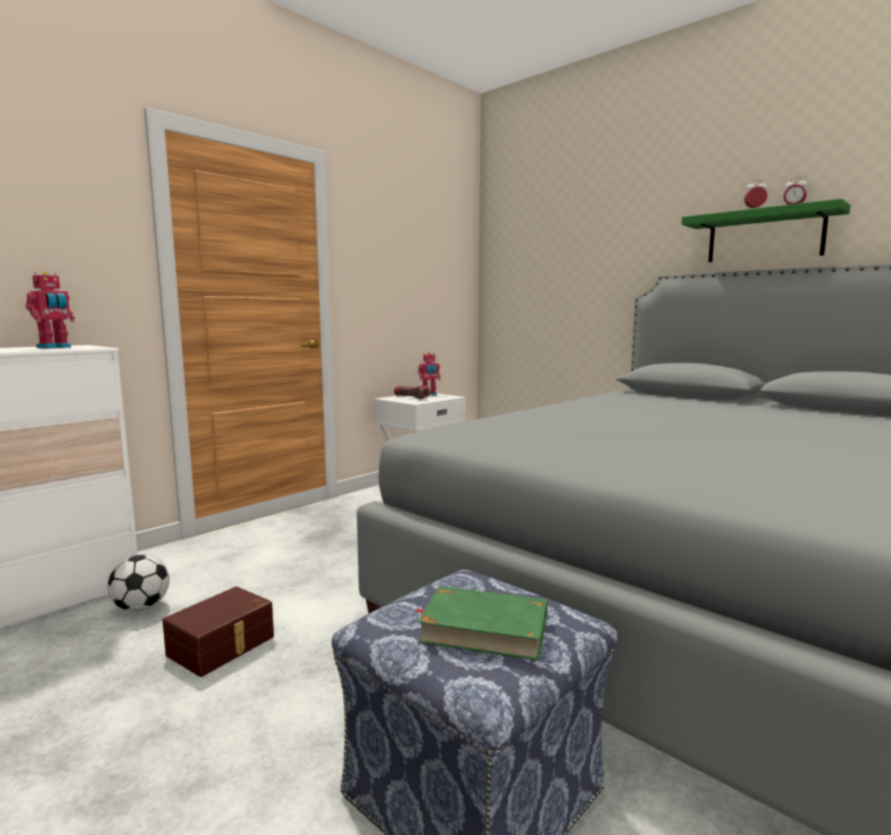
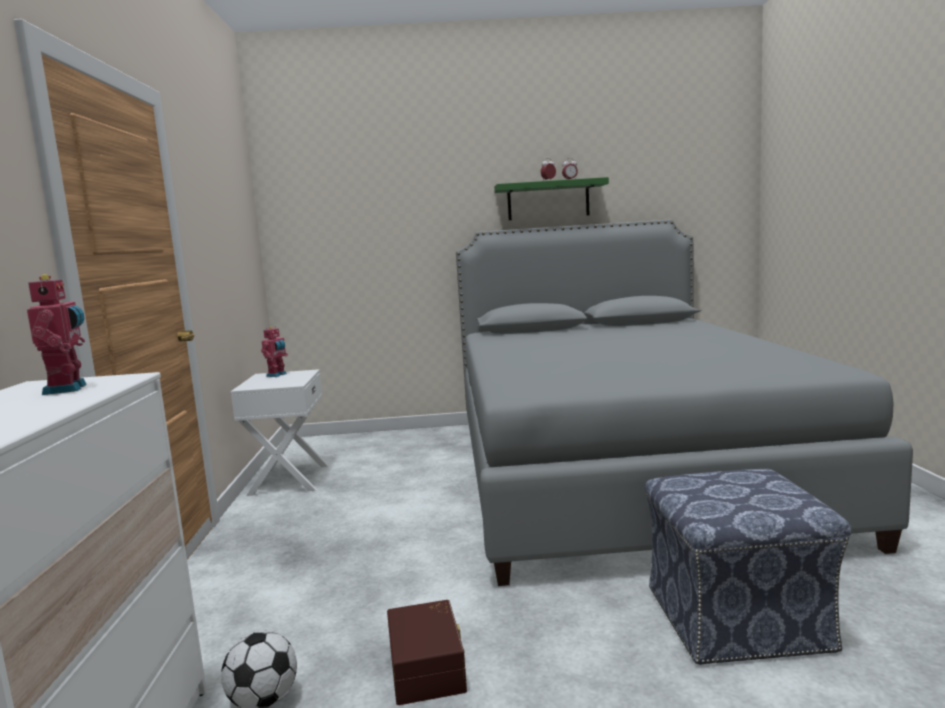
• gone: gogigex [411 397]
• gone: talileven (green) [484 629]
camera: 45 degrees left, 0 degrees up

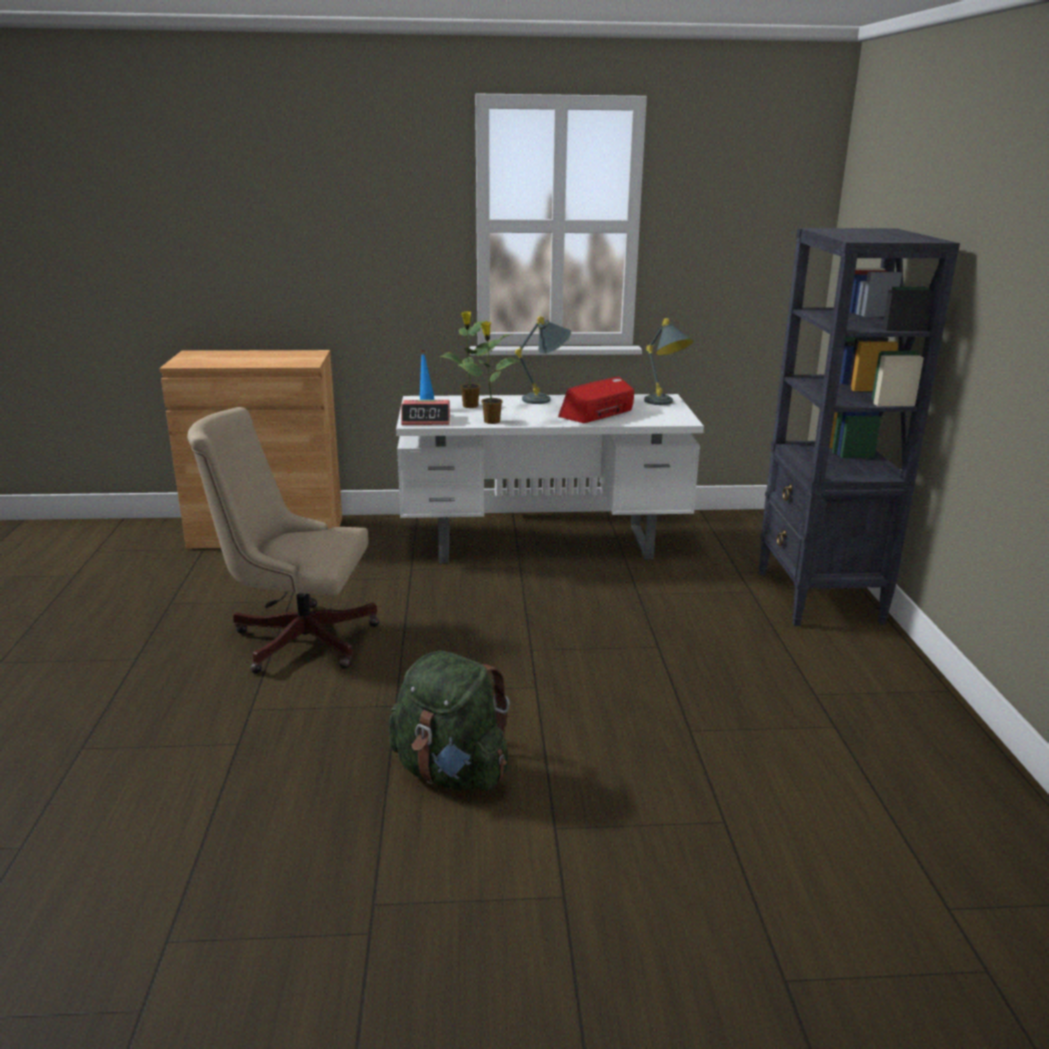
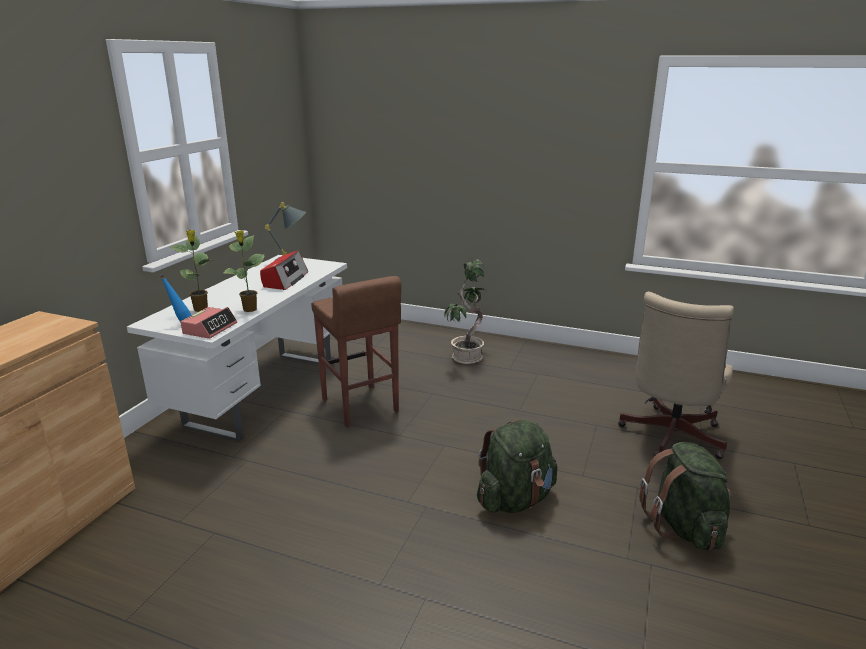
• gone: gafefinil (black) [818 598]
• gone: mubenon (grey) [546 399]
• rotated: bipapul [597 414] = [285 280] 150 degrees counterclockwise
• shifted: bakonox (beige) [296 638] to [669 438]
• new: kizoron [466 356]
• new: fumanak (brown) [359 406]
• new: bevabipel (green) [684 526]
camera: 65 degrees left, 0 degrees up

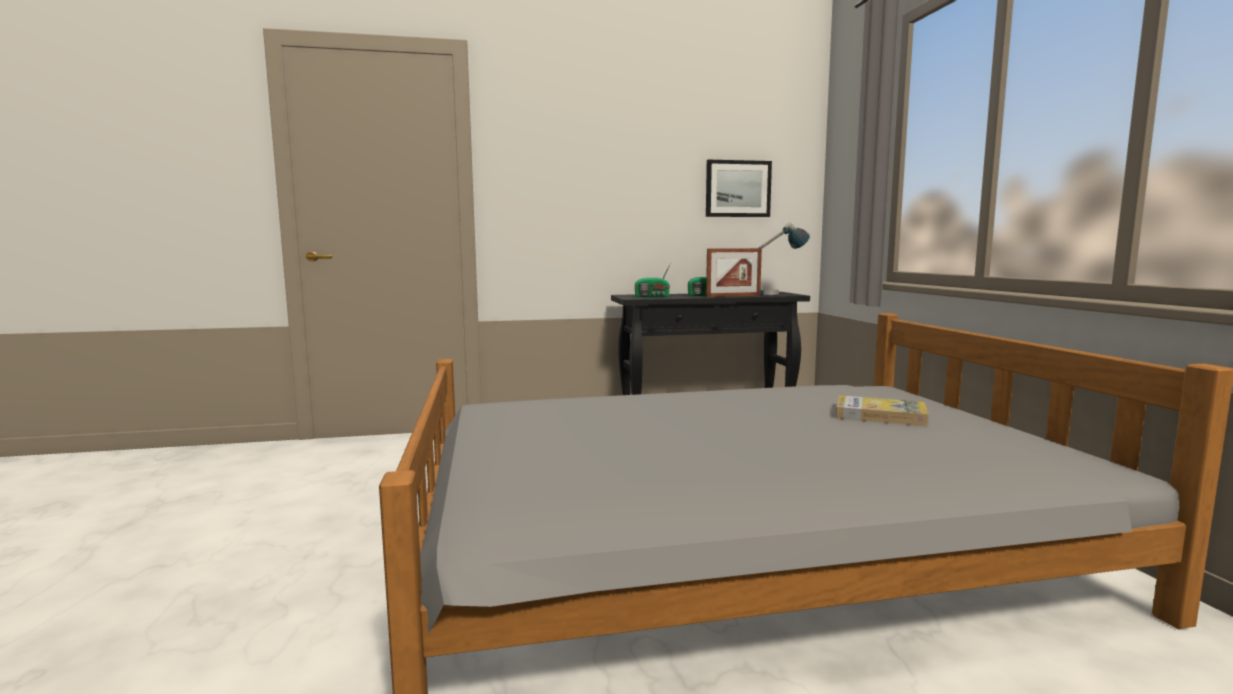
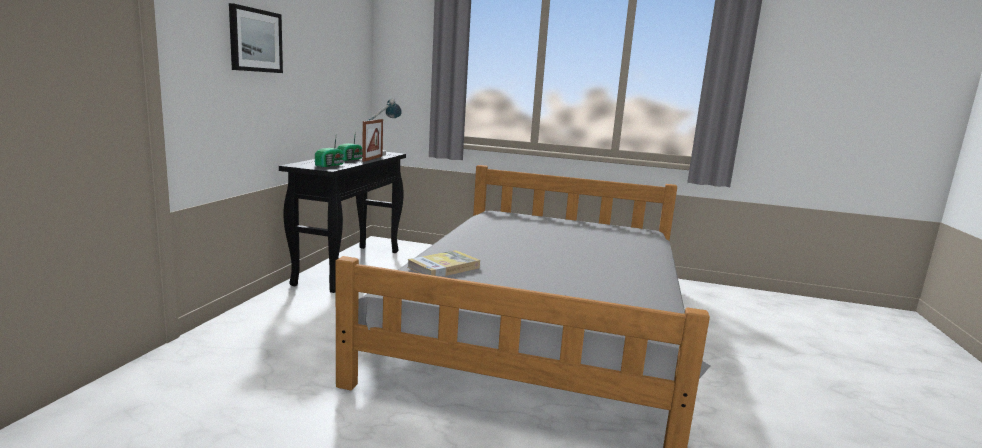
• shifted: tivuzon [737 189] to [255 40]
• shifted: talileven [880 415] to [444 267]
camera: 65 degrees left, 5 degrees up

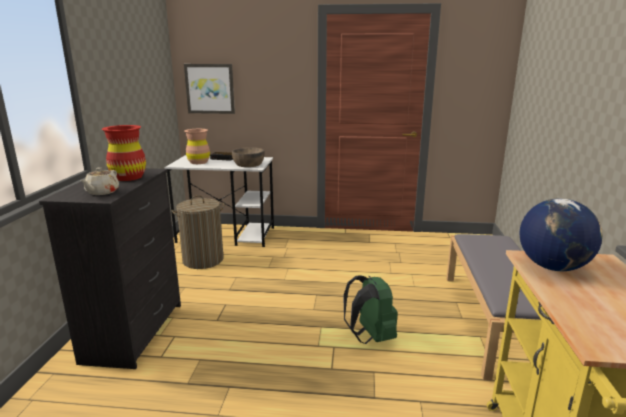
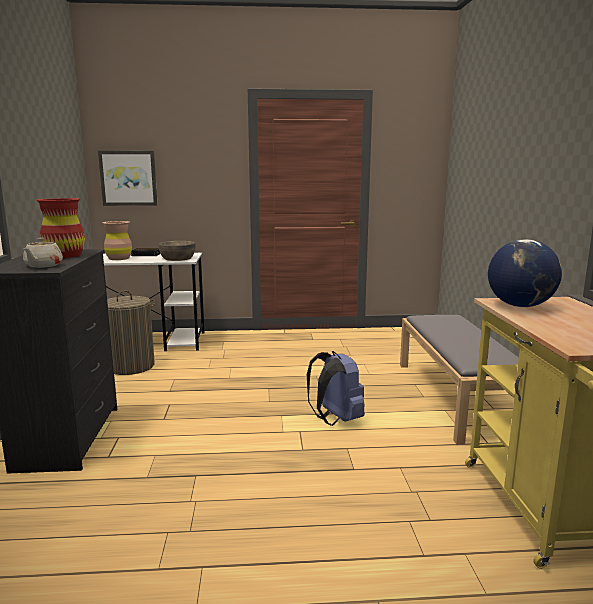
• repainted: bevabipel (green) [370 337] to bevabipel (blue) [336 419]
camera: 10 degrees left, 5 degrees down

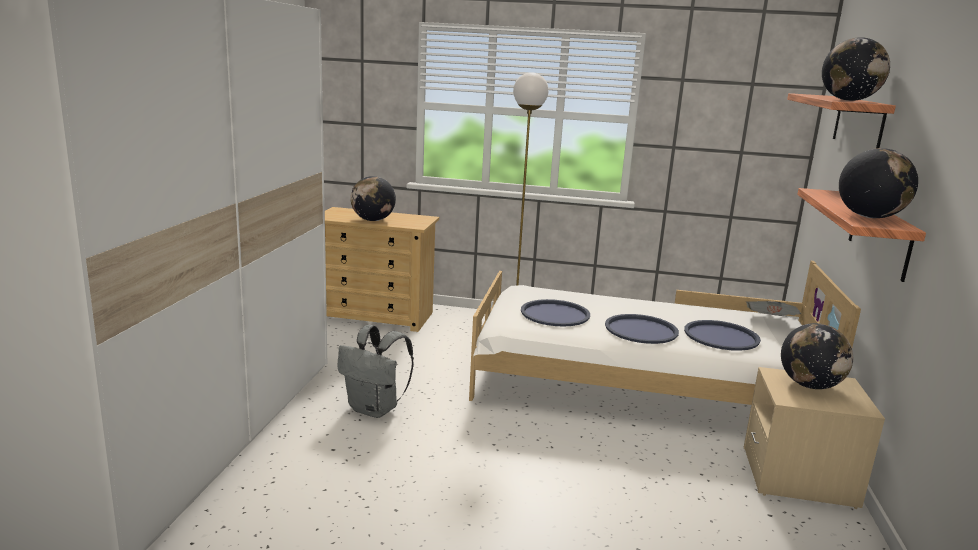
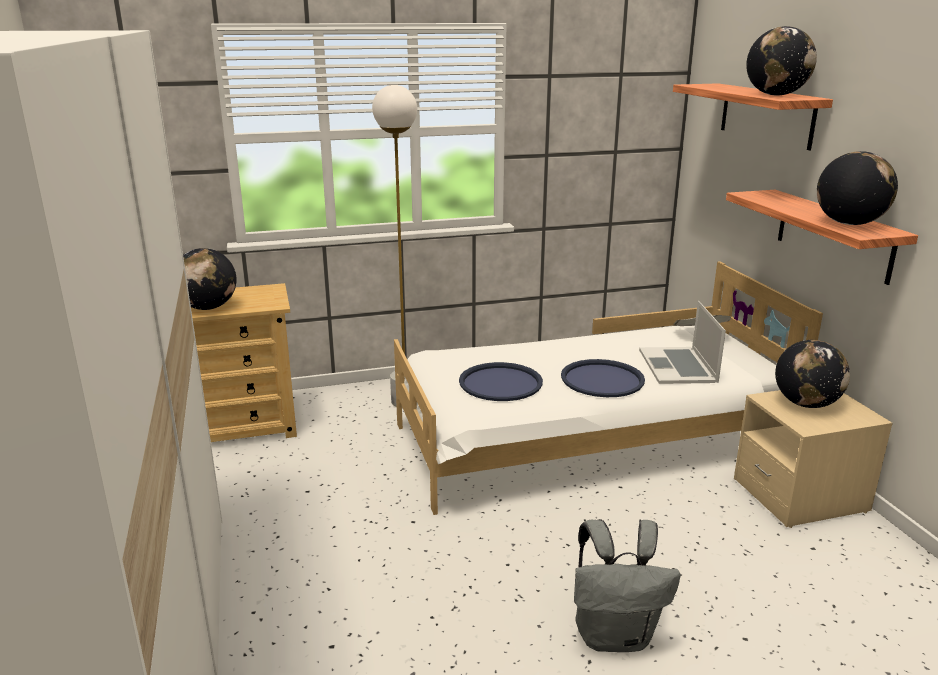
• swapped: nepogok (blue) [721 336] to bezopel [678 366]
• shifted: bevabipel (grey) [375 409] to [615 635]
camera: 25 degrees left, 5 degrees up

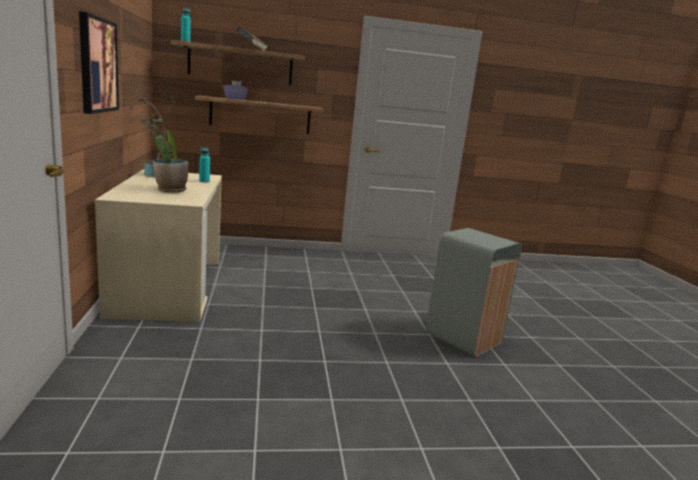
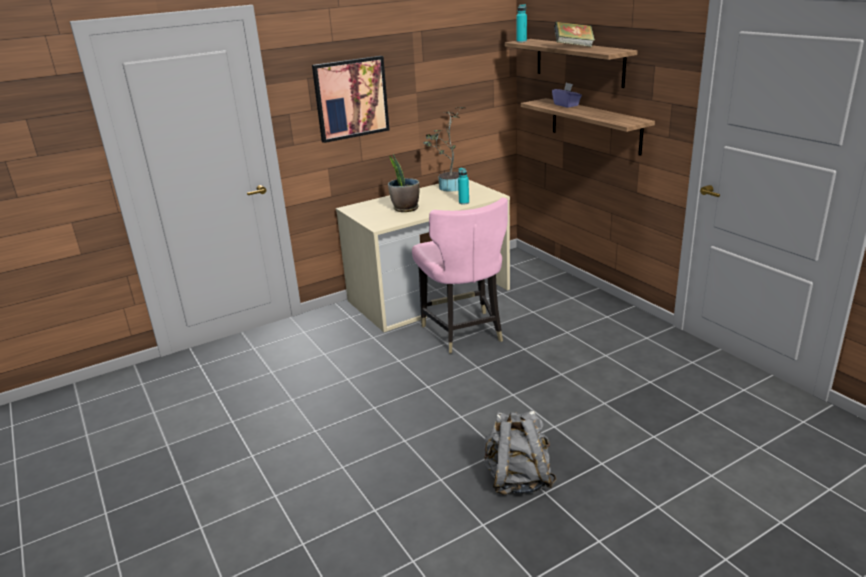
• swapped: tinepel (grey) [463 339] to bevabipel (grey) [517 479]
• new: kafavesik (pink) [463 332]
camera: 70 degrees right, 10 degrees up

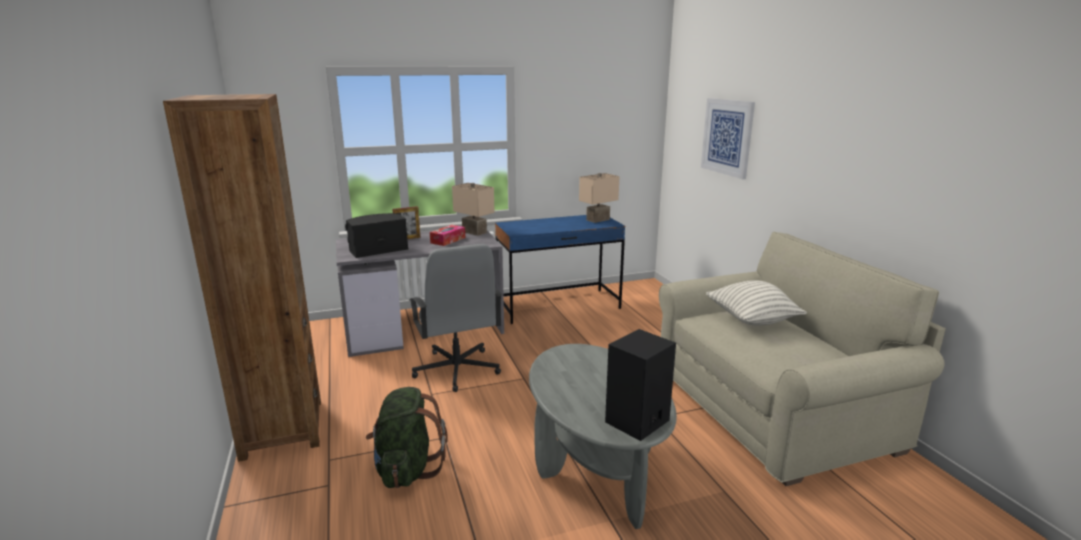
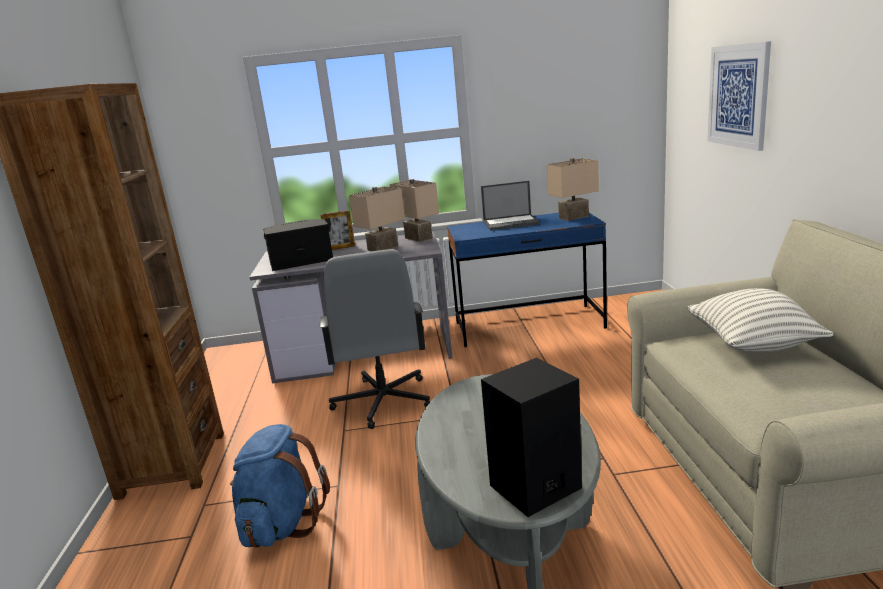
• swapped: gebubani [448 240] to mubenon (beige) [383 248]
• repainted: bevabipel (green) [407 469] to bevabipel (blue) [282 523]
• new: bezopel [511 223]
camera: 15 degrees right, 0 degrees up

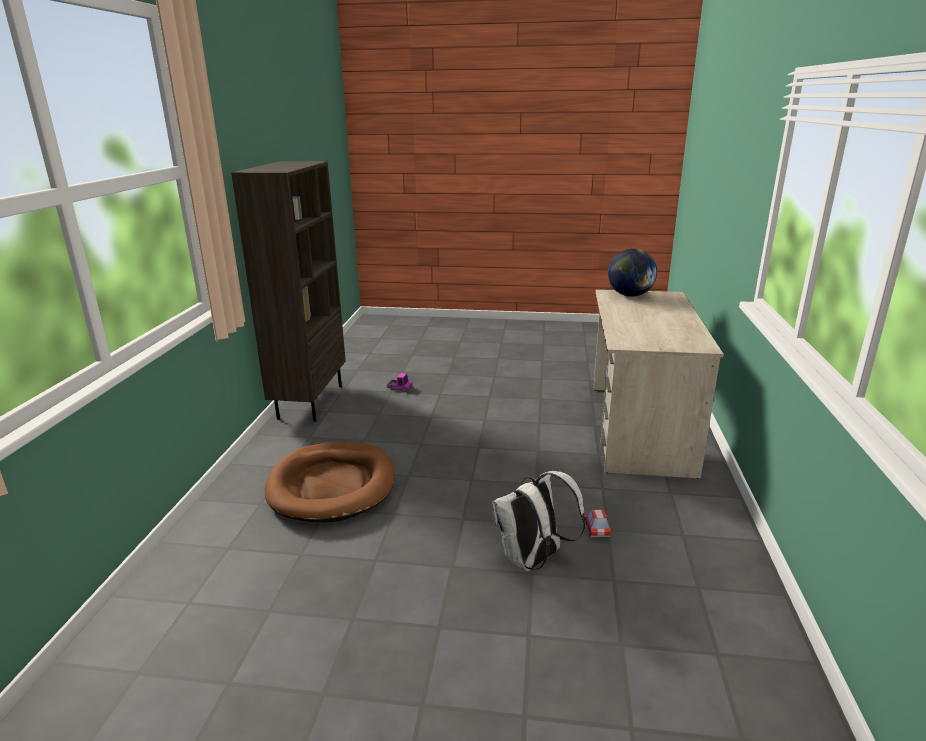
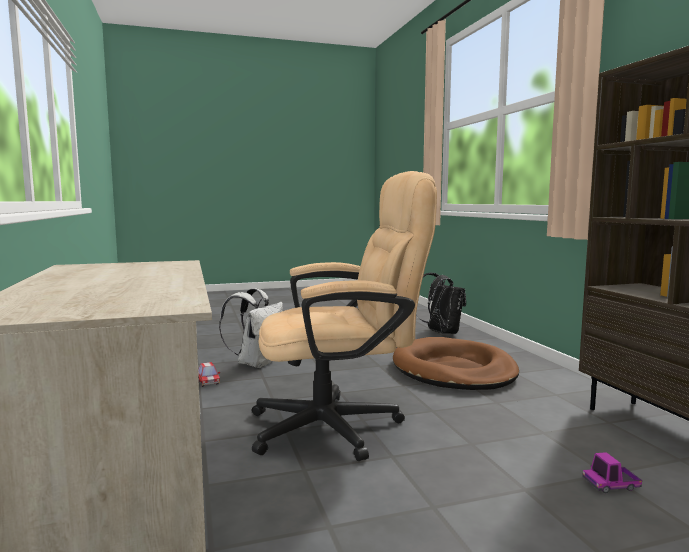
• gone: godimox [630 295]
• new: bakonox (beige) [341 426]
• new: bevabipel (black) [440 332]
camera: 155 degrees right, 15 degrees down

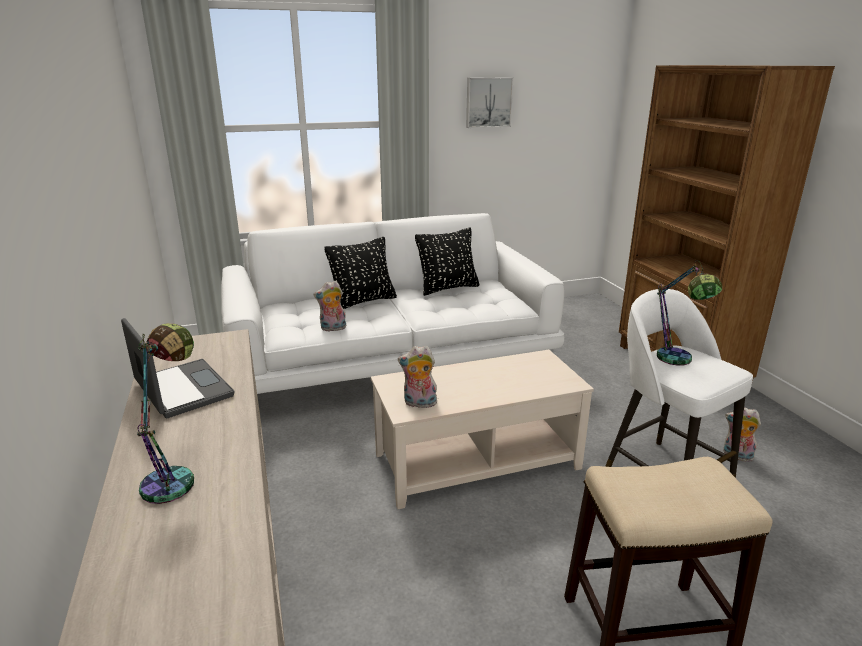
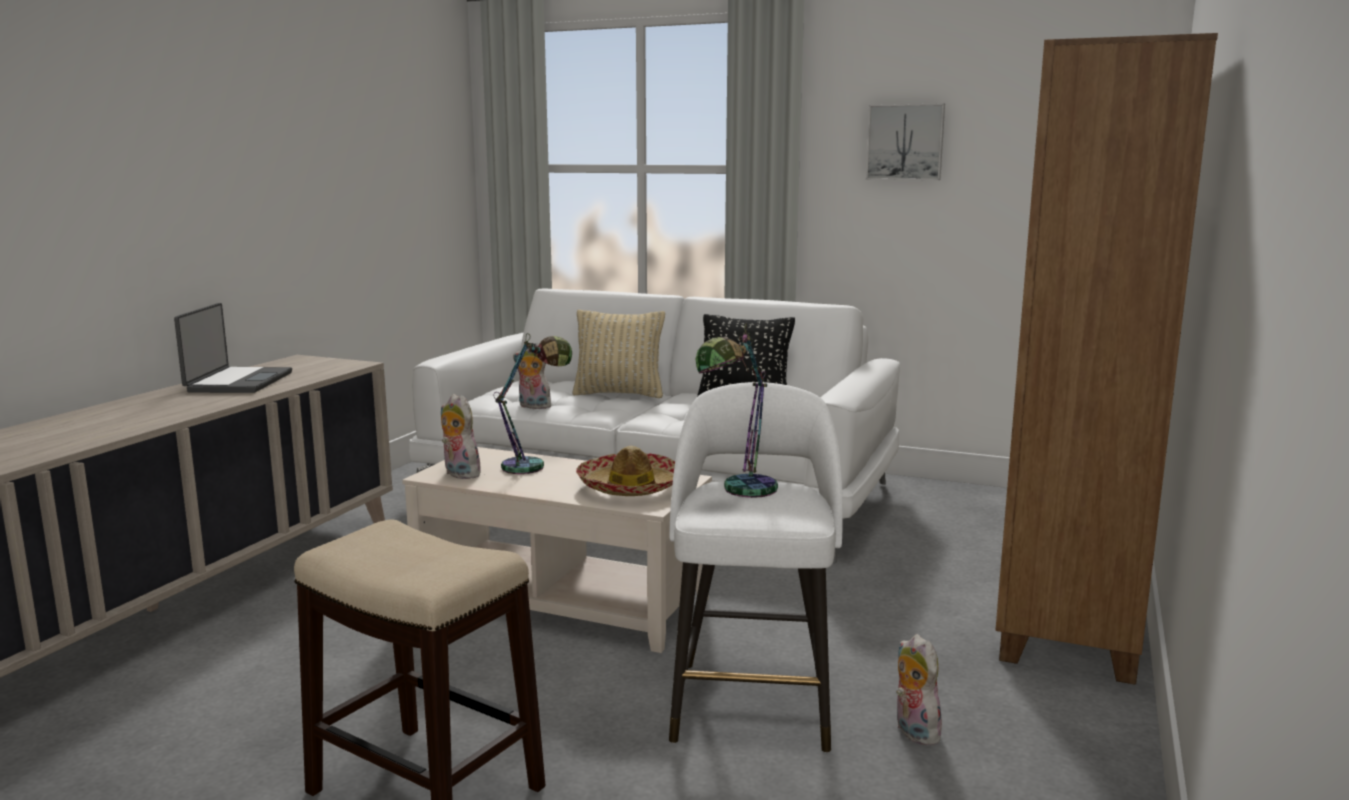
• repainted: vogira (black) [363 301] to vogira (beige) [619 394]
• shifted: mubenon [177 476] to [534 465]
• new: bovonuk [630 487]
camera: 40 degrees right, 10 degrees down

